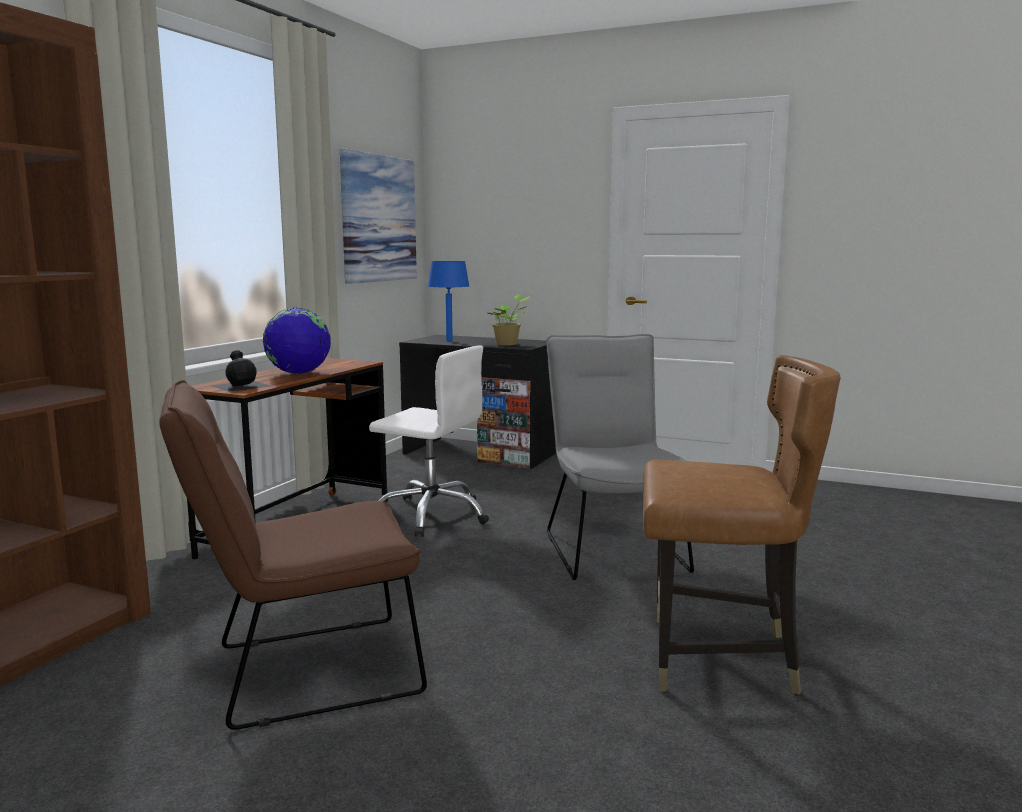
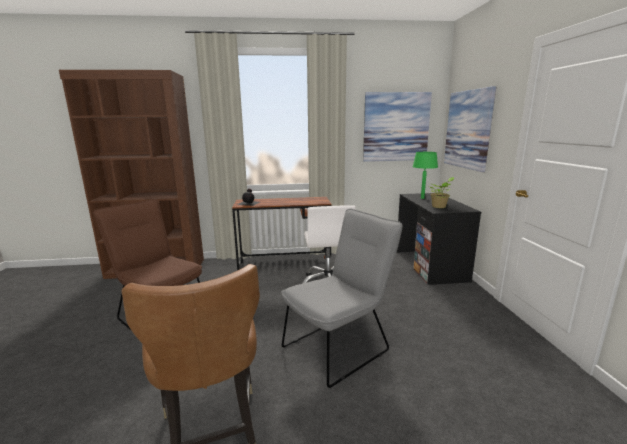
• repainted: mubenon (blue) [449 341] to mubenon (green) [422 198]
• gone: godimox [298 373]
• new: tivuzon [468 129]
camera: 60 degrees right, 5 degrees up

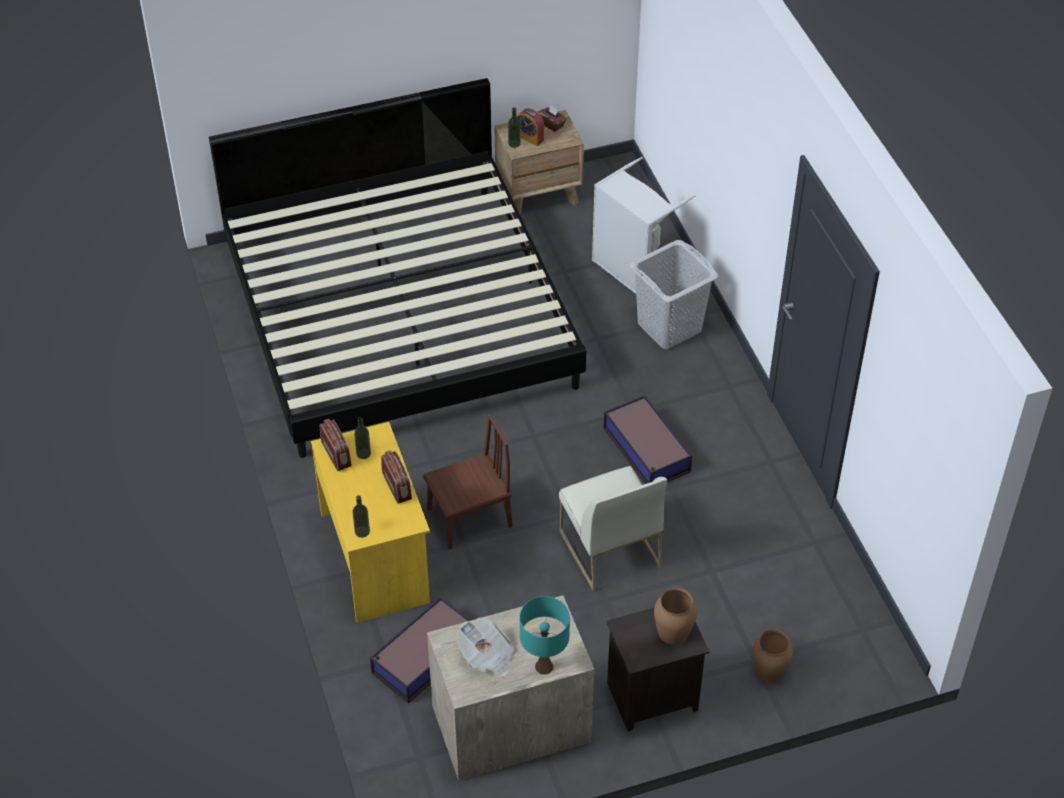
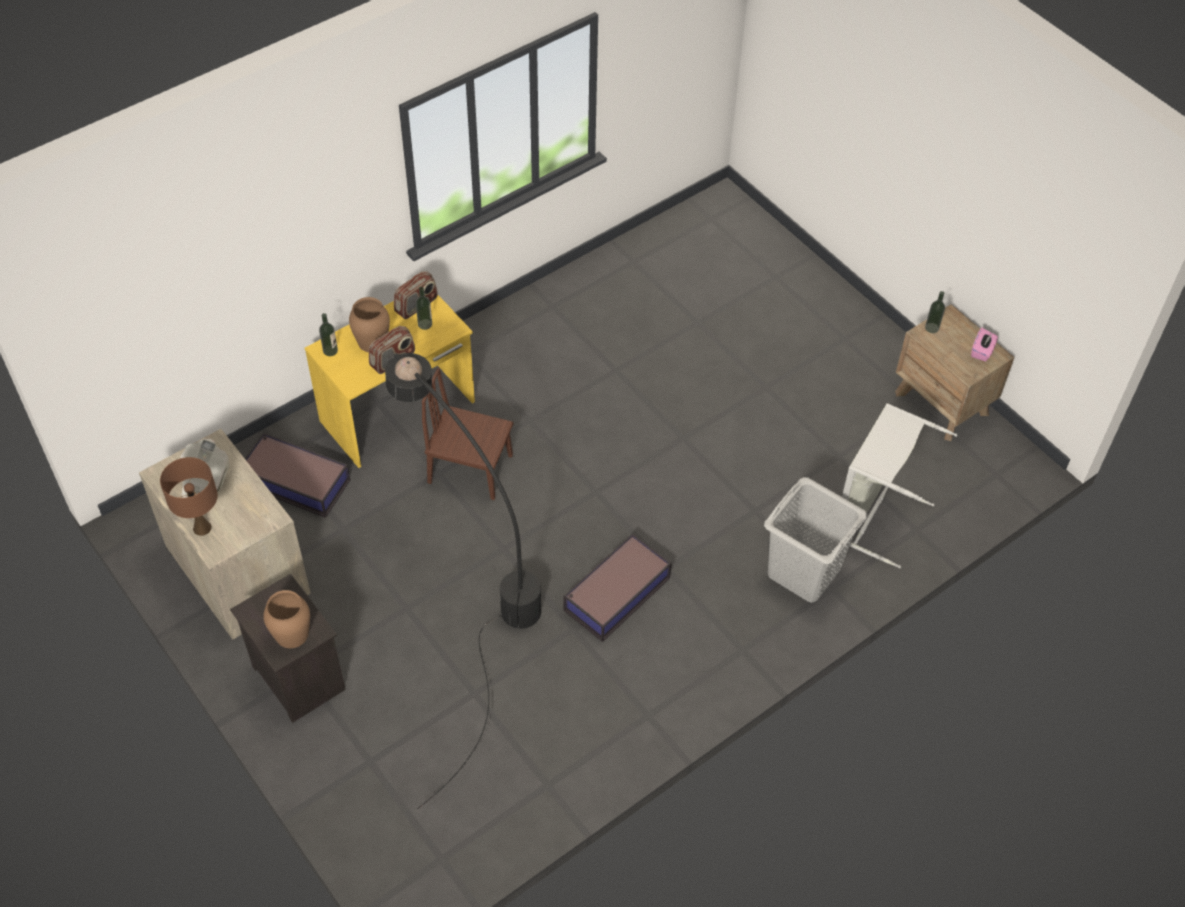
• gone: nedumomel [399 314]
• repainted: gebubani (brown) [552 124] to gebubani (pink) [982 351]
• gone: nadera [529 137]
• rotated: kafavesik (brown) [469 518] = [470 469] 150 degrees clockwise
• swapped: kafavesik (white) [609 549] to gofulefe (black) [471 594]
• repainted: mubenon (turquoise) [544 667] to mubenon (brown) [202 528]
• shifted: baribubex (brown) [769 670] to [372 341]
camera: 70 degrees right, 5 degrees up

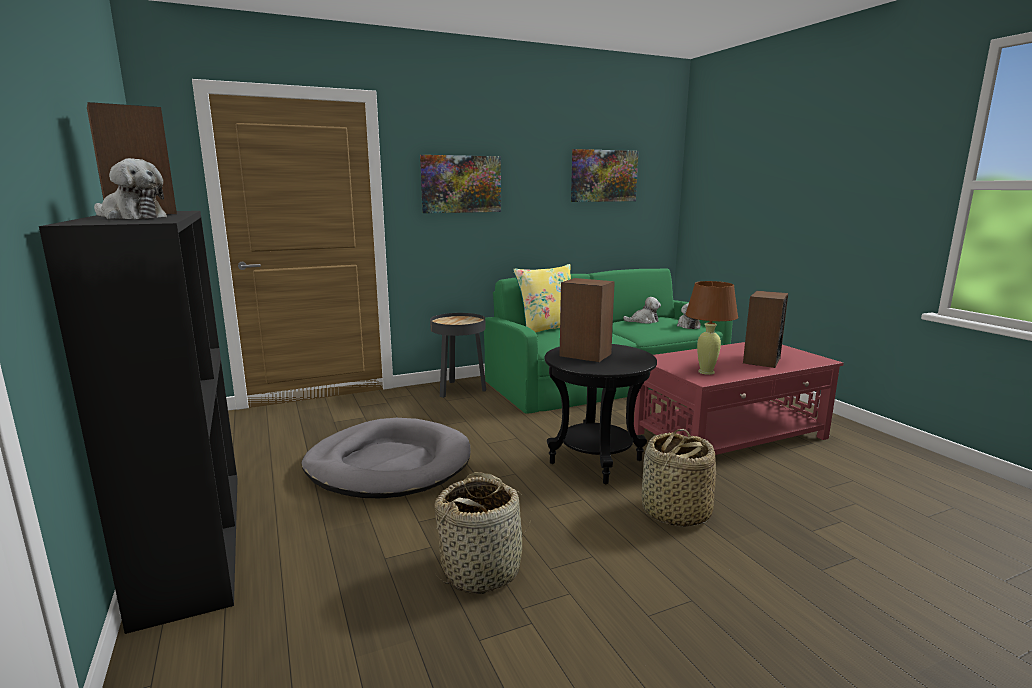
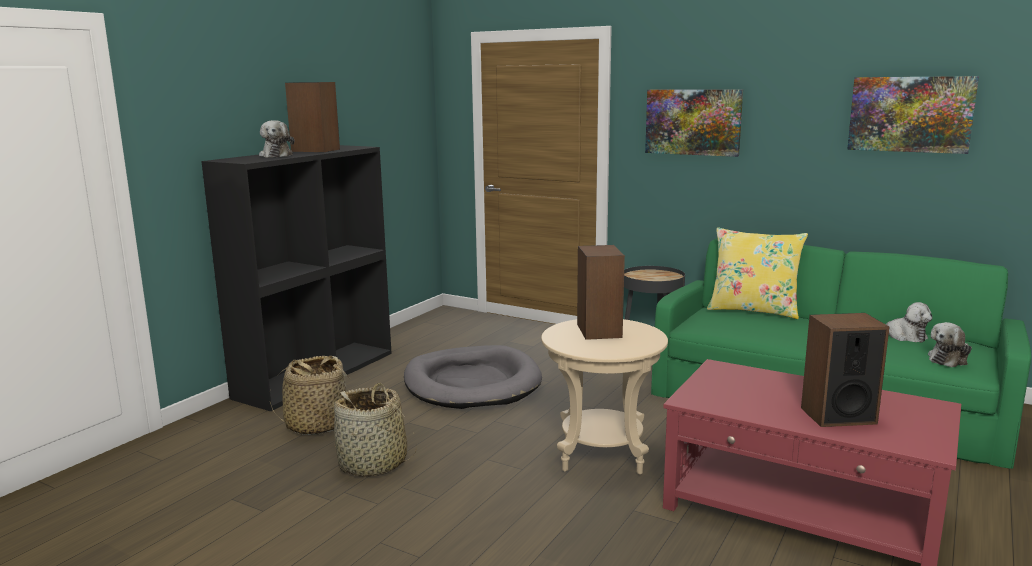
• gone: mubenon (brown) [706 372]
• repainted: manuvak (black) [596 462] to manuvak (beige) [602 454]
• shifted: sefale [674 512] to [316 425]
camera: 55 degrees right, 0 degrees up

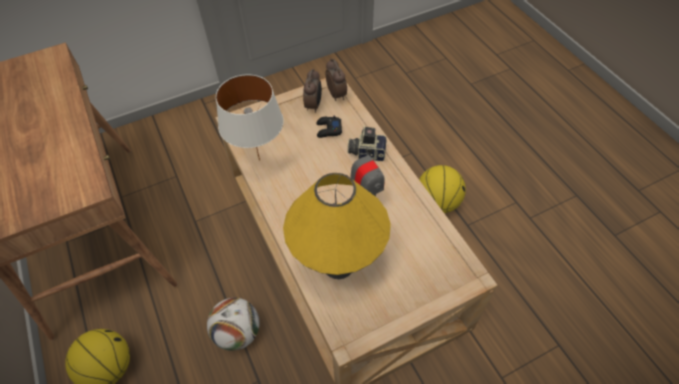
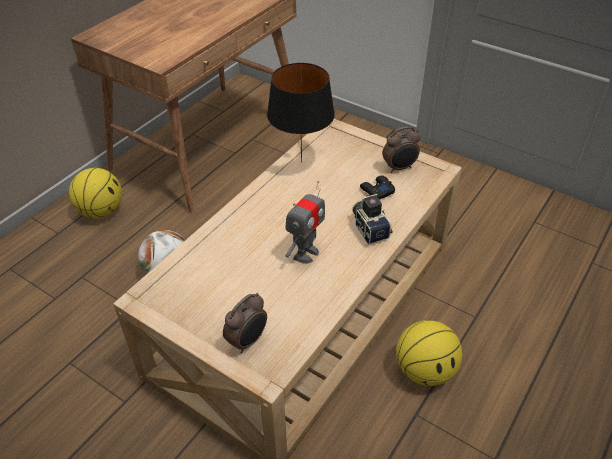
• shifted: nadera [337 94] to [248 341]
• repainted: mubenon (white) [260 160] to mubenon (black) [301 162]
• gone: mubenon (yellow) [338 265]
camera: 60 degrees right, 10 degrees down

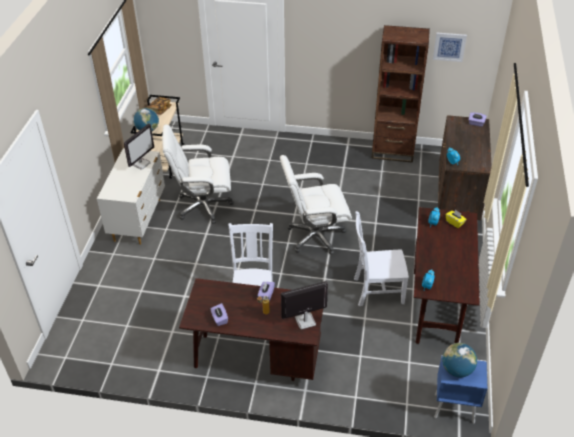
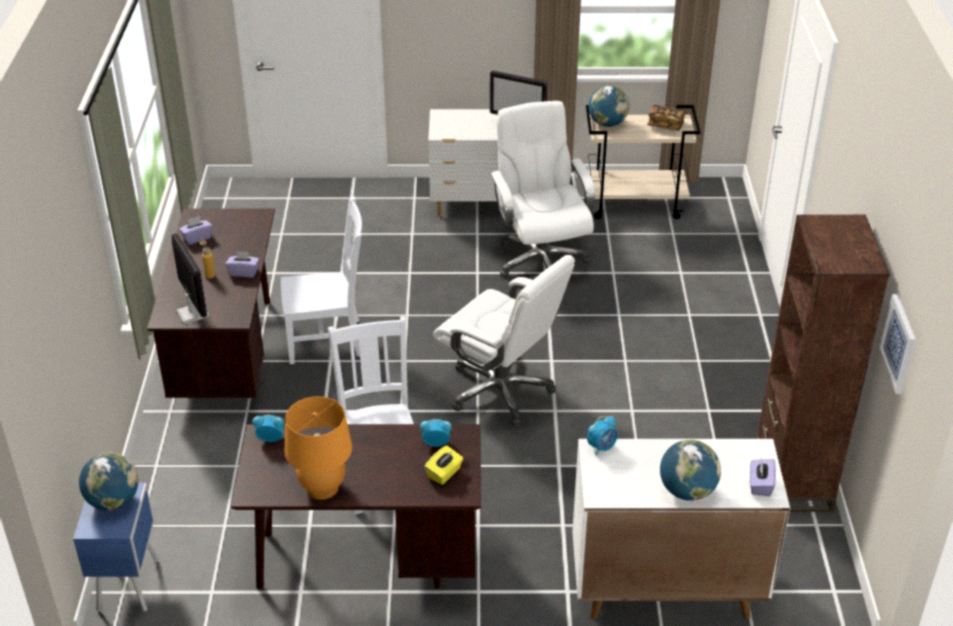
• repainted: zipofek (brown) [456 201] to zipofek (white) [664 587]
• rotated: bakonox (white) [315 236] = [501 390] 150 degrees clockwise
• new: mubenon (orange) [322 487]
• new: godimox [687 491]
camera: 80 degrees right, 5 degrees down

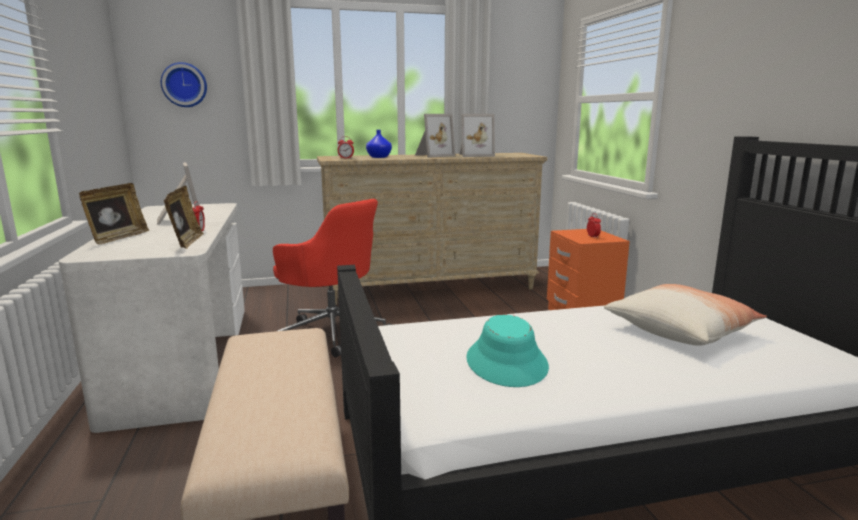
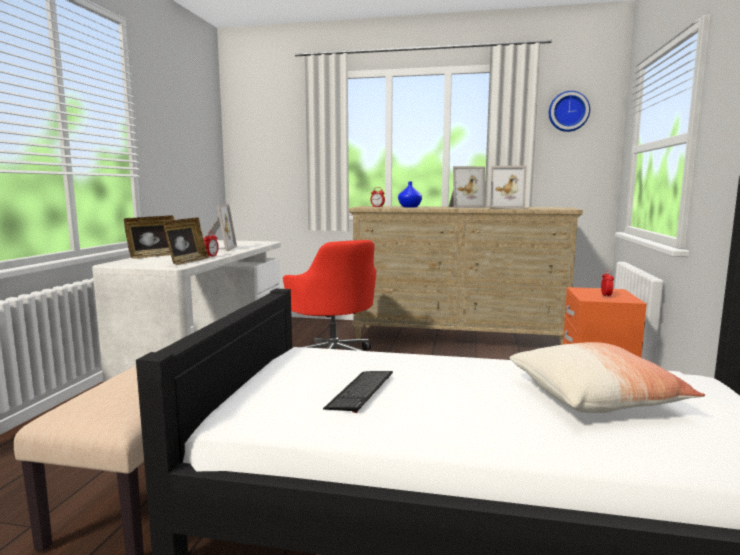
• shifted: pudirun [184 85] to [568 111]
• swapped: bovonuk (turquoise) [507 362] to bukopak [360 392]
camera: 25 degrees right, 5 degrees down

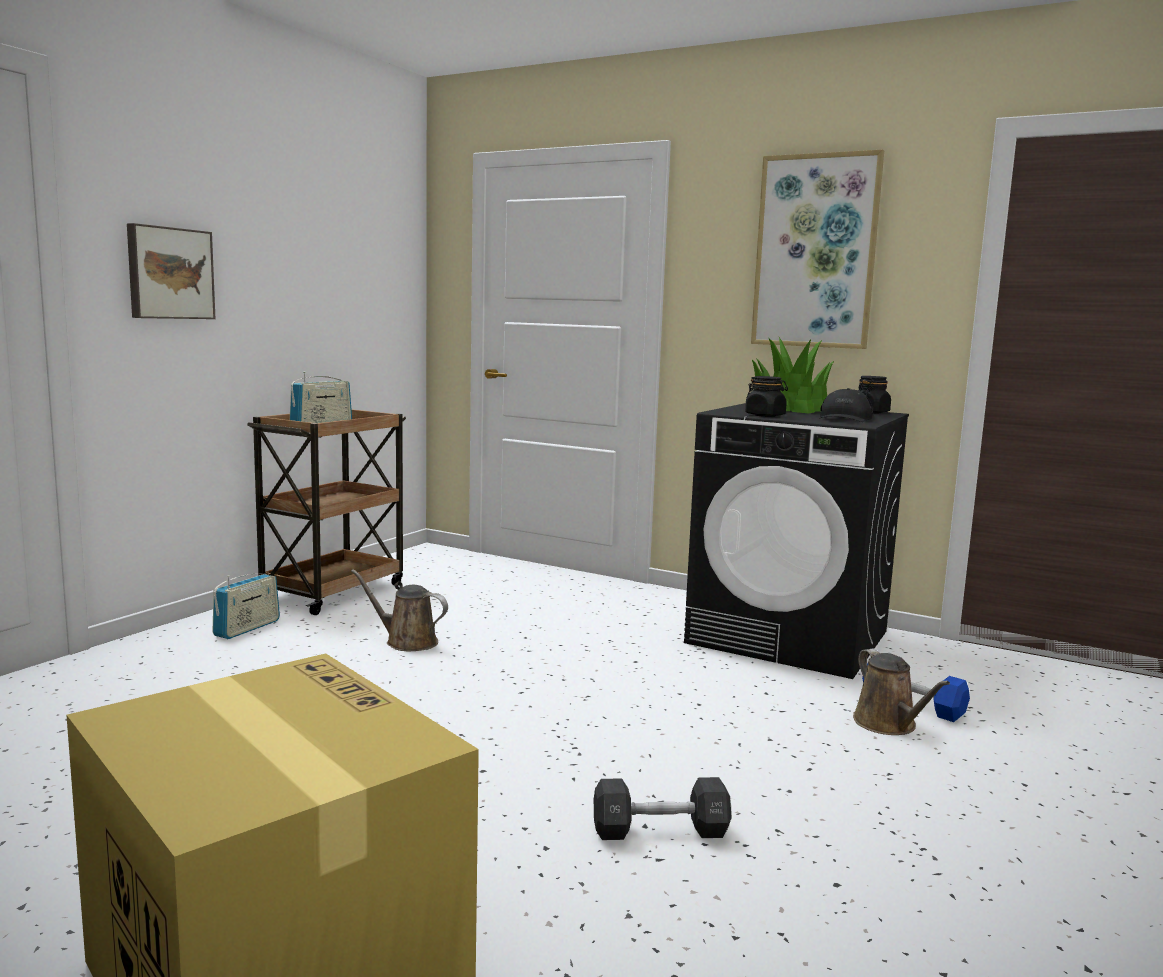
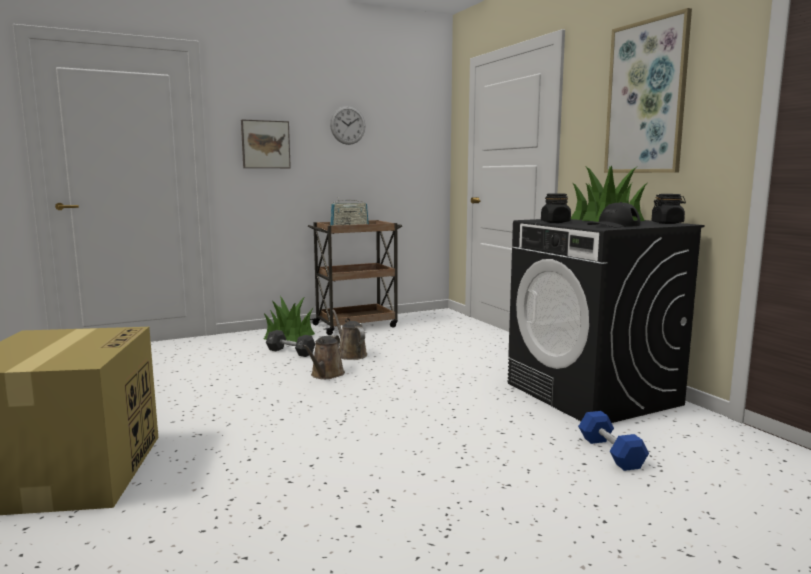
• swapped: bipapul [247 628] to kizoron [289 336]
• shifted: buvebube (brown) [888 725] to [326 375]
• shifted: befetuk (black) [660 830] to [290 352]
• new: pudirun [347 125]
camera: 35 degrees right, 0 degrees up

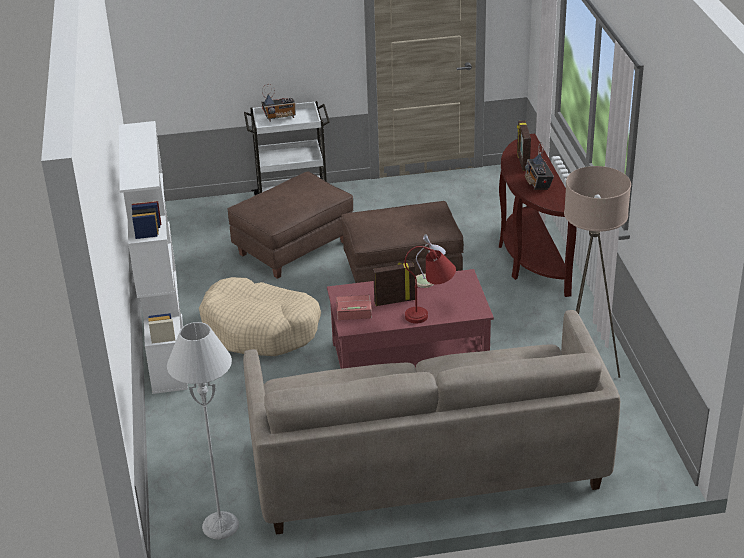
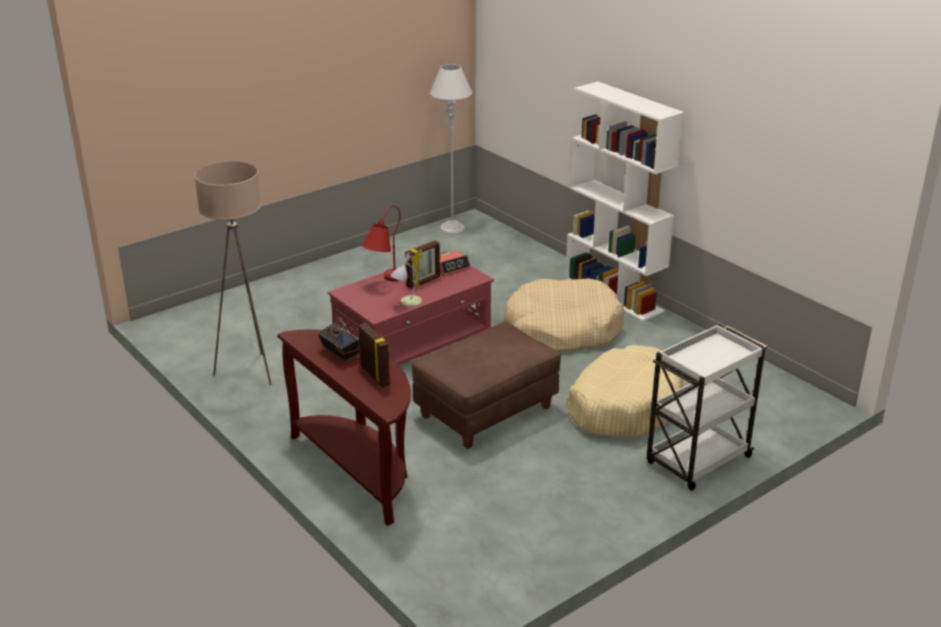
• gone: bipapul [280 117]
• swapped: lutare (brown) [294 249] to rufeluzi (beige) [624 406]
• gone: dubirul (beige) [426 465]
camera: 150 degrees right, 5 degrees down

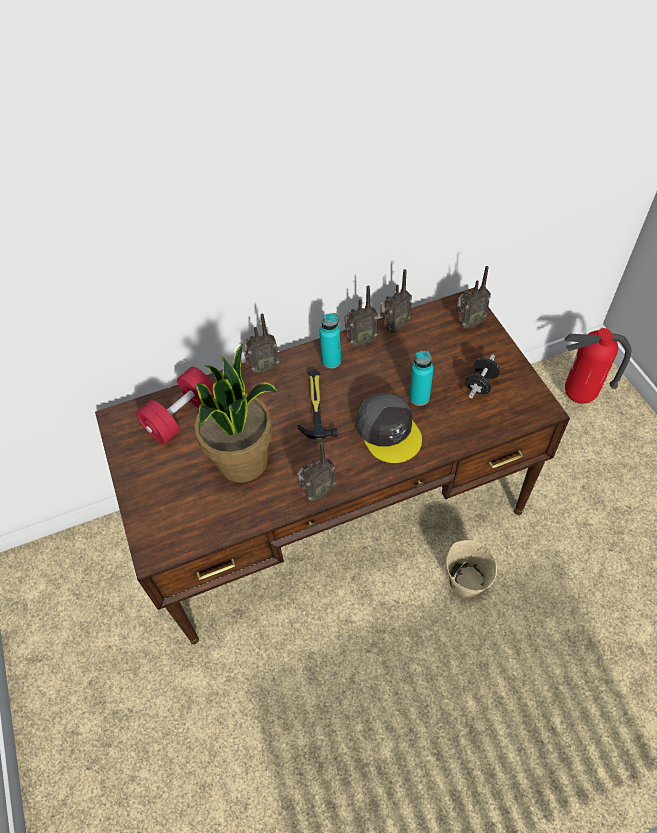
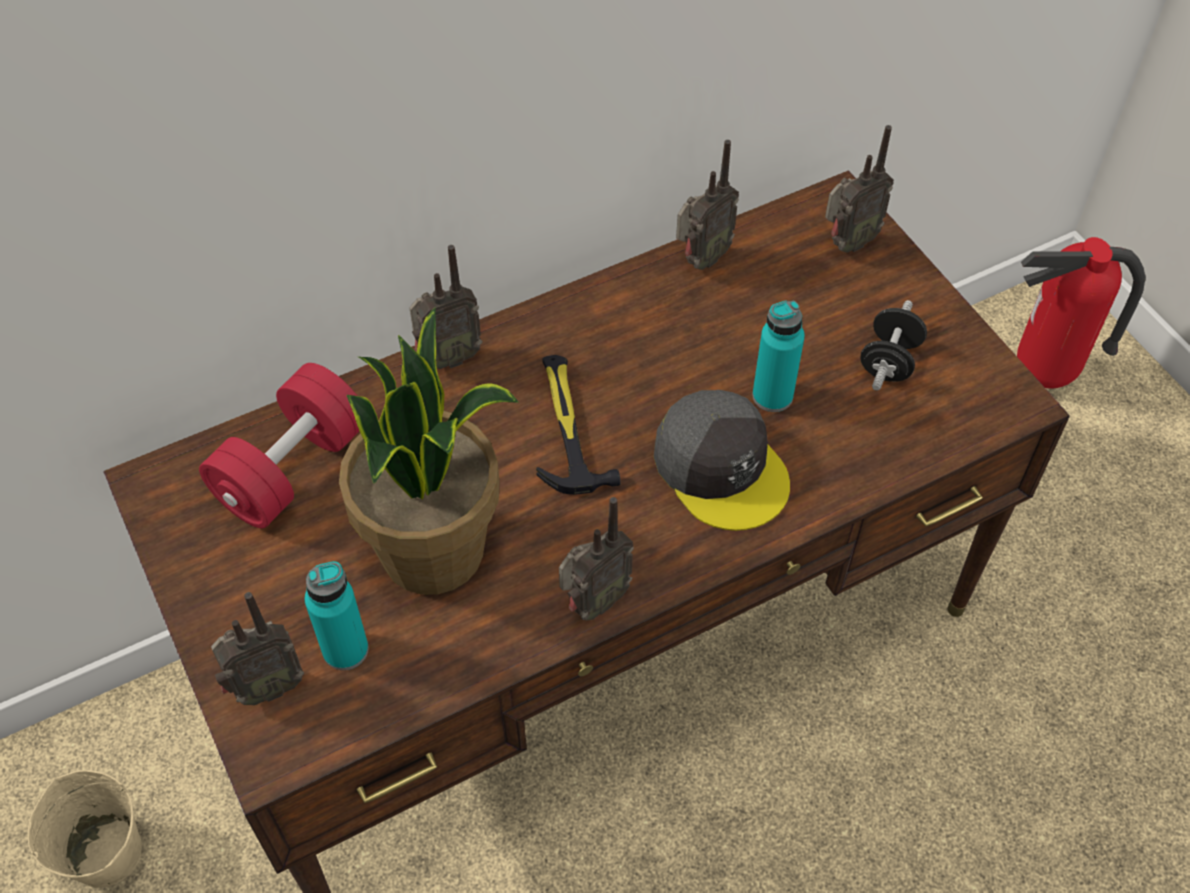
• shifted: bipapul [359 341] to [266 687]
• shifted: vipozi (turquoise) [331 361] to [345 649]
• shifted: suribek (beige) [465 580] to [105 851]
camera: 10 degrees left, 0 degrees up

